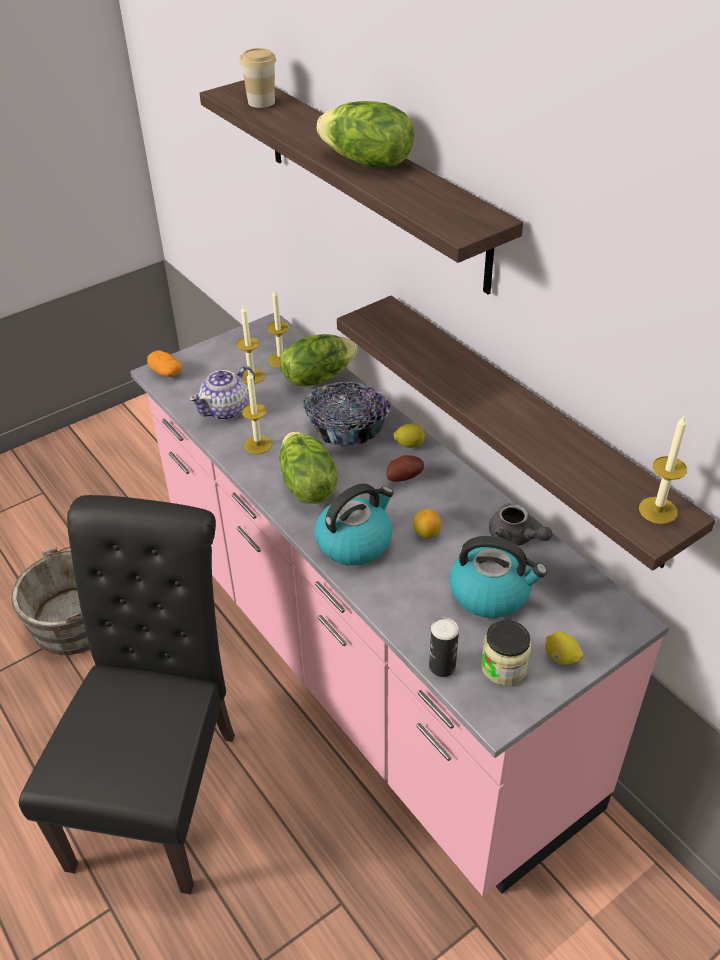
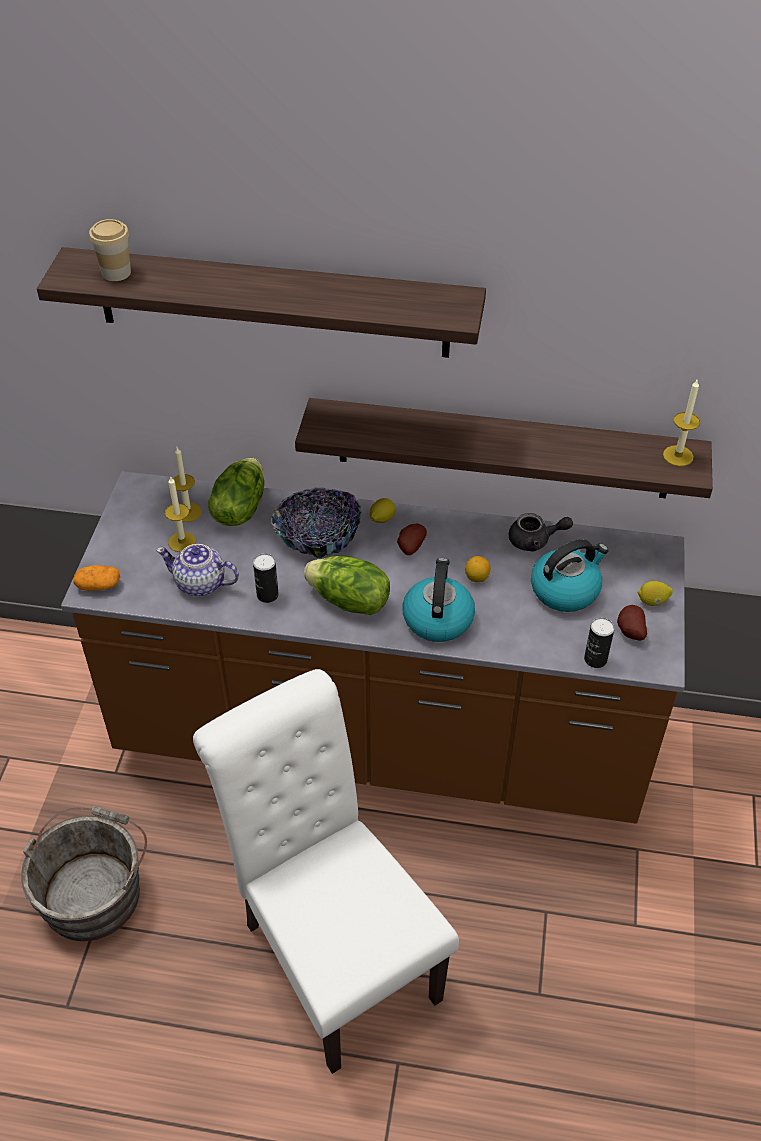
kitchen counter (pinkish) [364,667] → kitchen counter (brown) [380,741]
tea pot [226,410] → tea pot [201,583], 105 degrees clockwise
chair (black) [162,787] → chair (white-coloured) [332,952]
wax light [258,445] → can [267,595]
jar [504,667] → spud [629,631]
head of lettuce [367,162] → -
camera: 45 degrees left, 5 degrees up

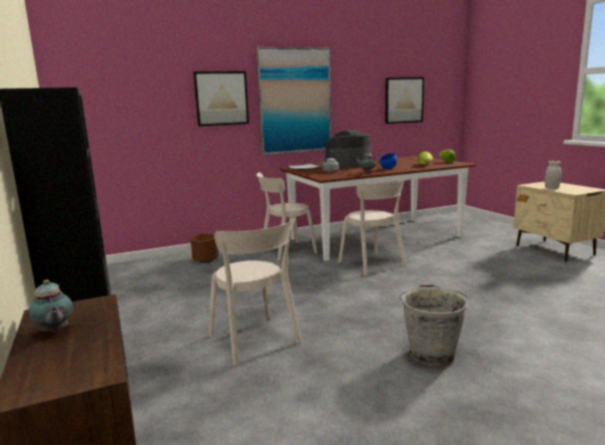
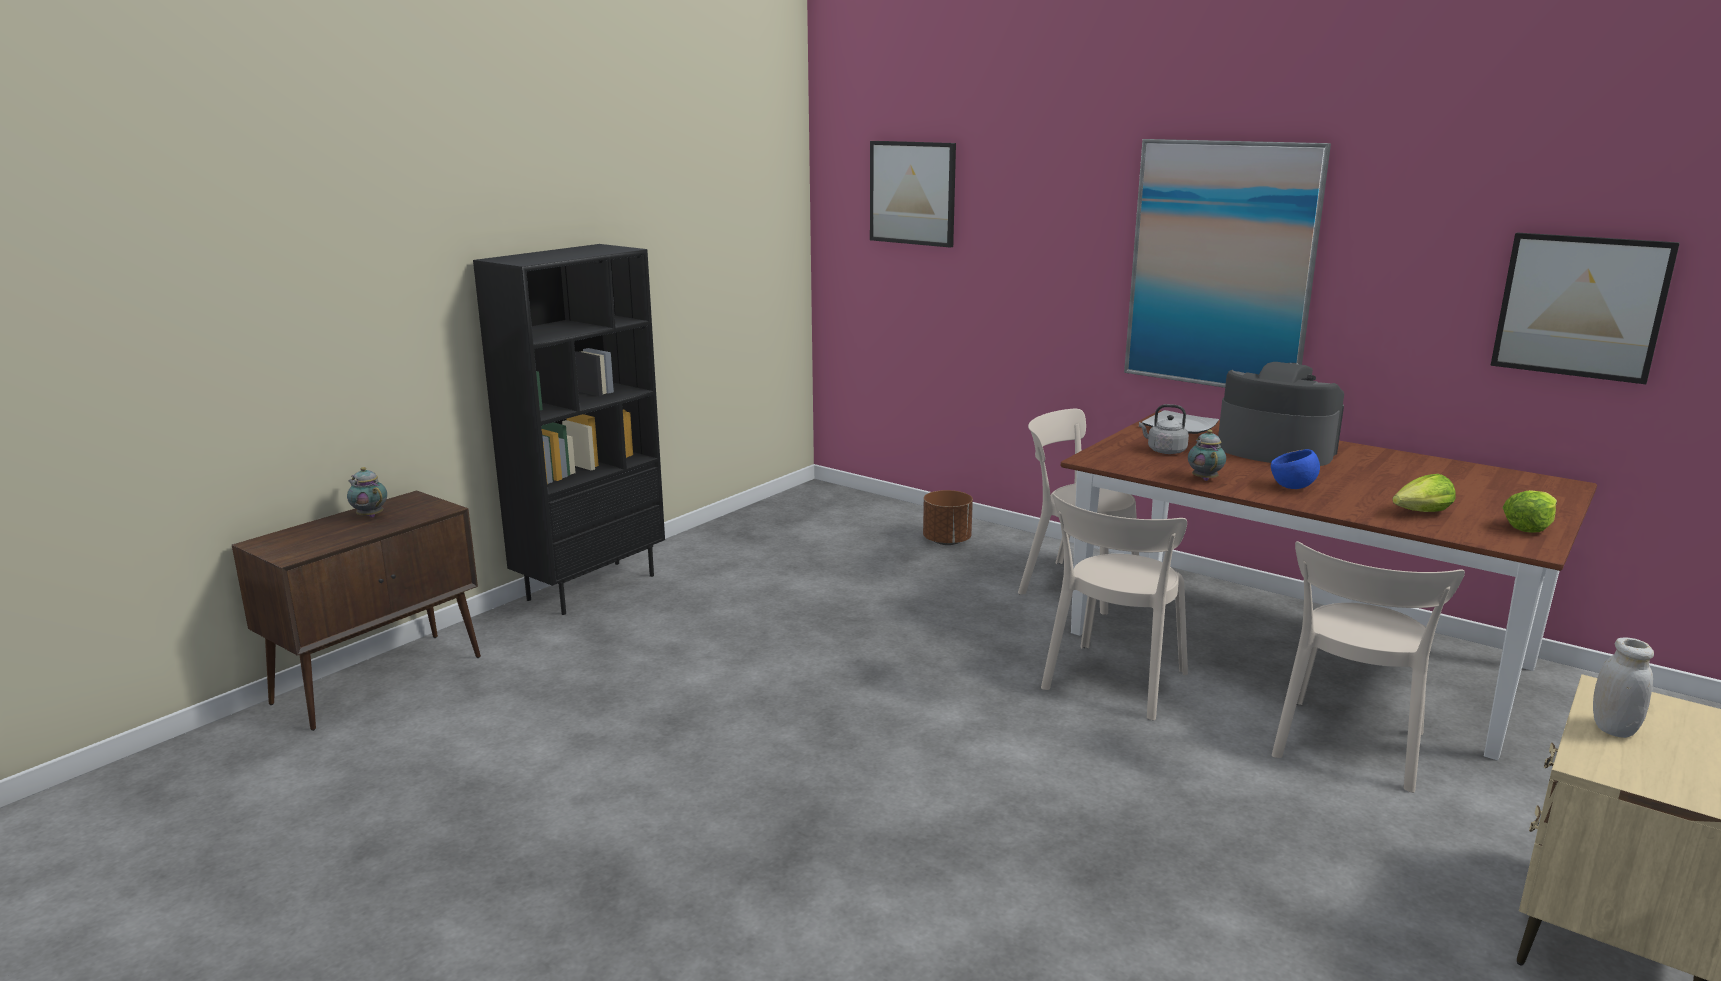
tea pot [55,331] → tea pot [370,516], 105 degrees clockwise
picture [221,98] → picture [912,193], move
chair (sand-coloured) [256,341] → chair (sand-coloured) [1347,748], move
pail (gray) [431,354] → -
camera: 60 degrees right, 5 degrees up

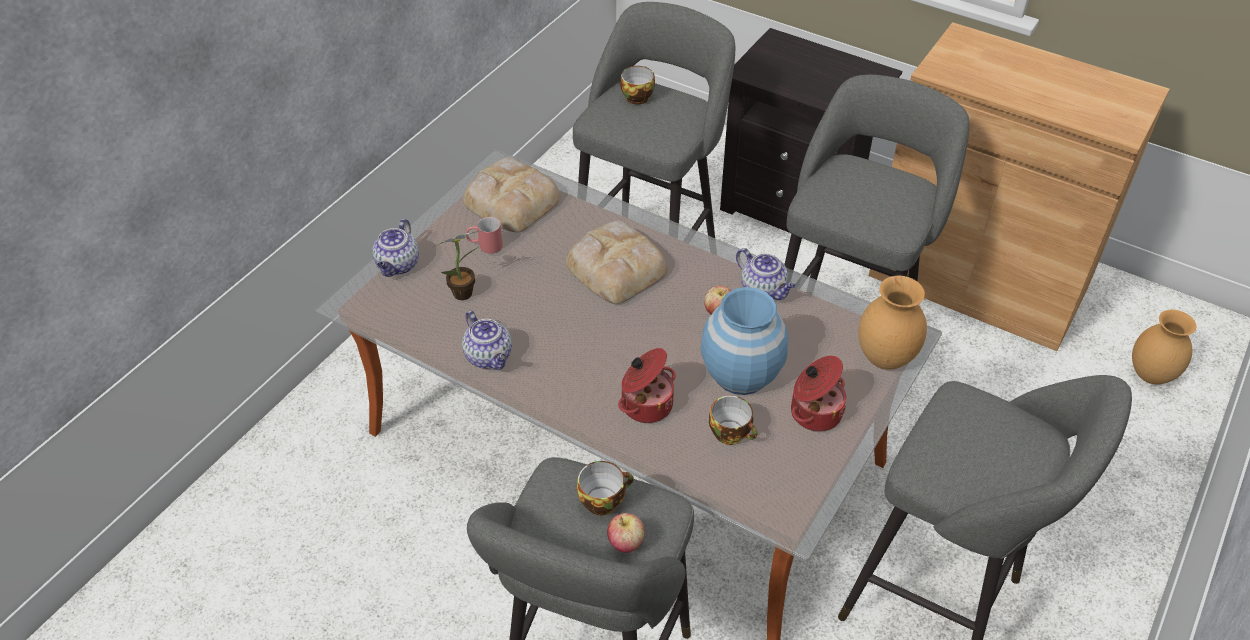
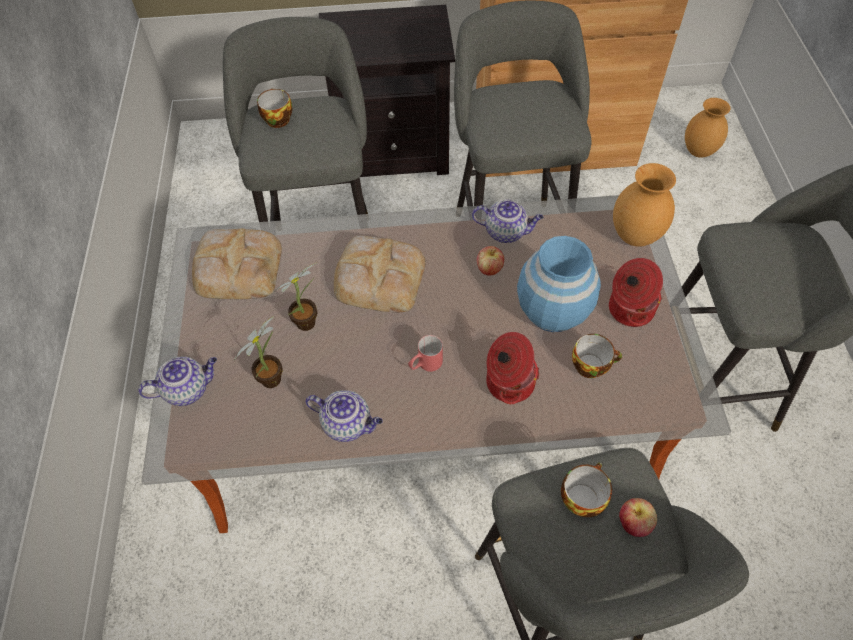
tea pot [398,265] → tea pot [188,389], 90 degrees counterclockwise
- → potted plant [309,321]
tea mug (red-coloured) [485,246] → tea mug (red-coloured) [425,365], move
camera: 35 degrees left, 10 degrees up

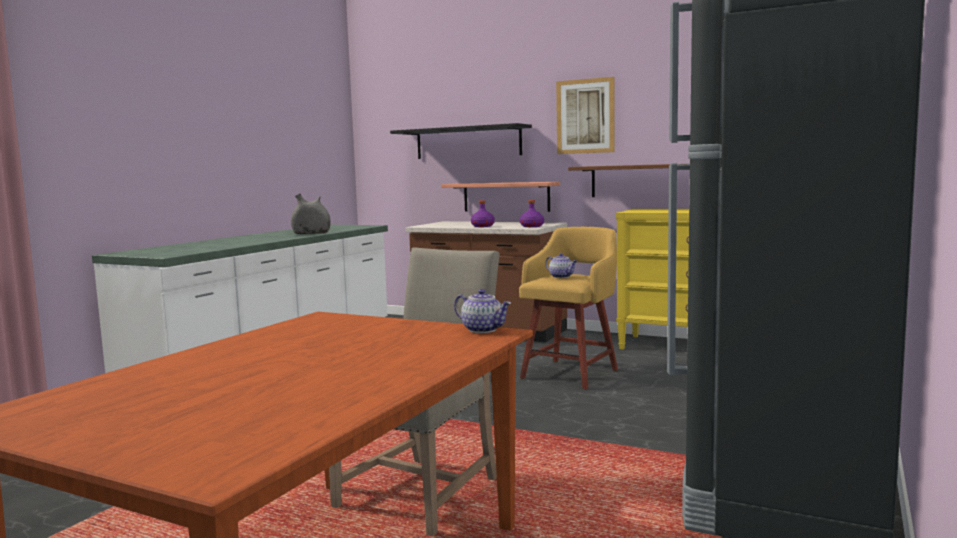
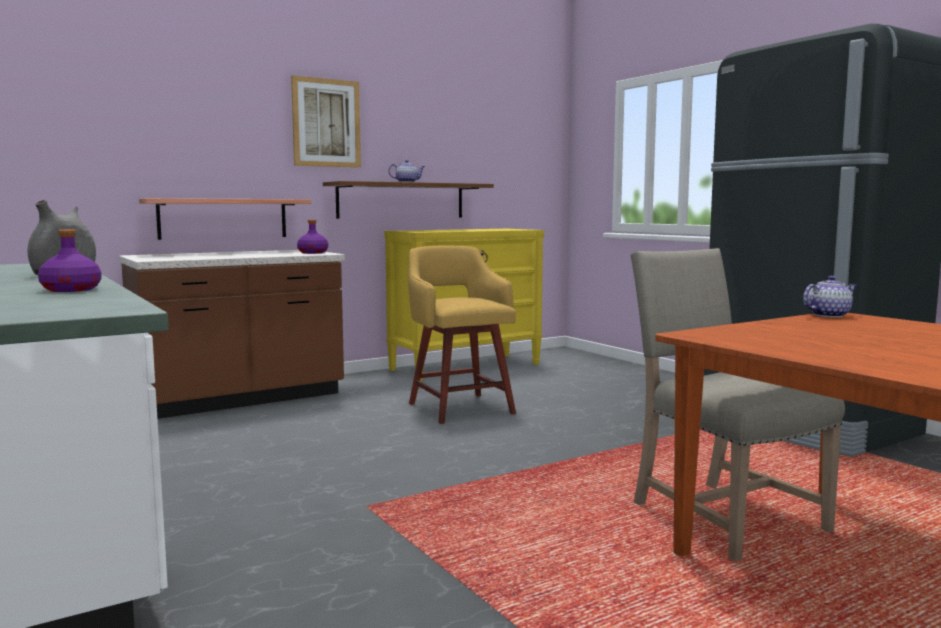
bottle (purple) [483,226] → bottle (purple) [72,290], move
tea pot [562,277] → tea pot [407,182], move
bracket shelf (black) [468,142] → -
camera: 60 degrees left, 0 degrees up

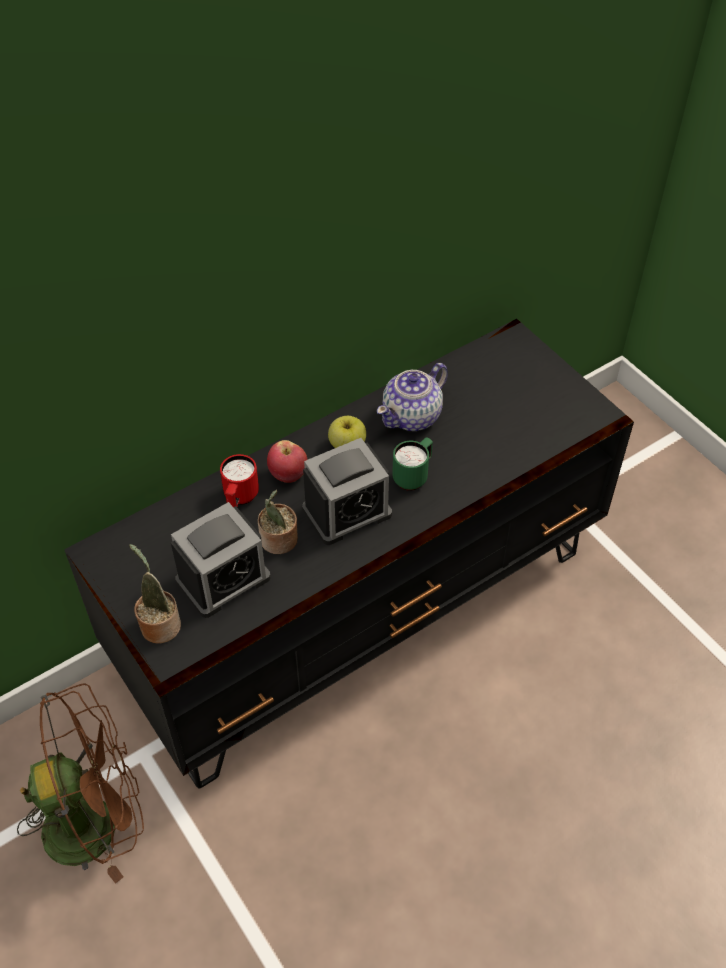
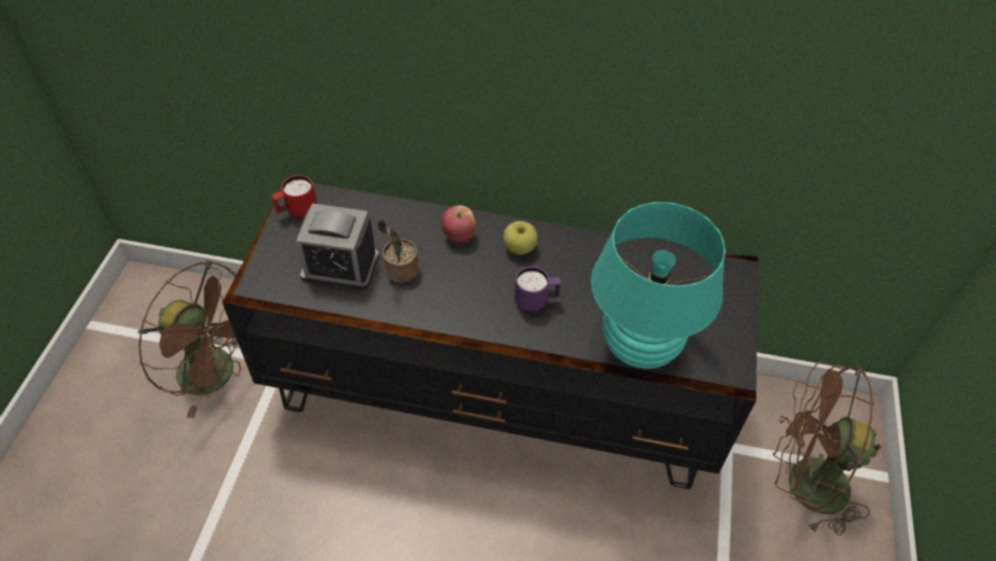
tea mug (red-coloured) [239,499] → tea mug (red-coloured) [297,212], move
tea mug (green-coloured) [413,476] → tea mug (purple) [536,302]
- → tabletop lamp (turquoise) [639,346]
- → fan (brown) [803,485]
potted plant [159,624] → -
alarm clock [347,512] → -
tea pot [412,416] → -
camera: 45 degrees right, 0 degrees up

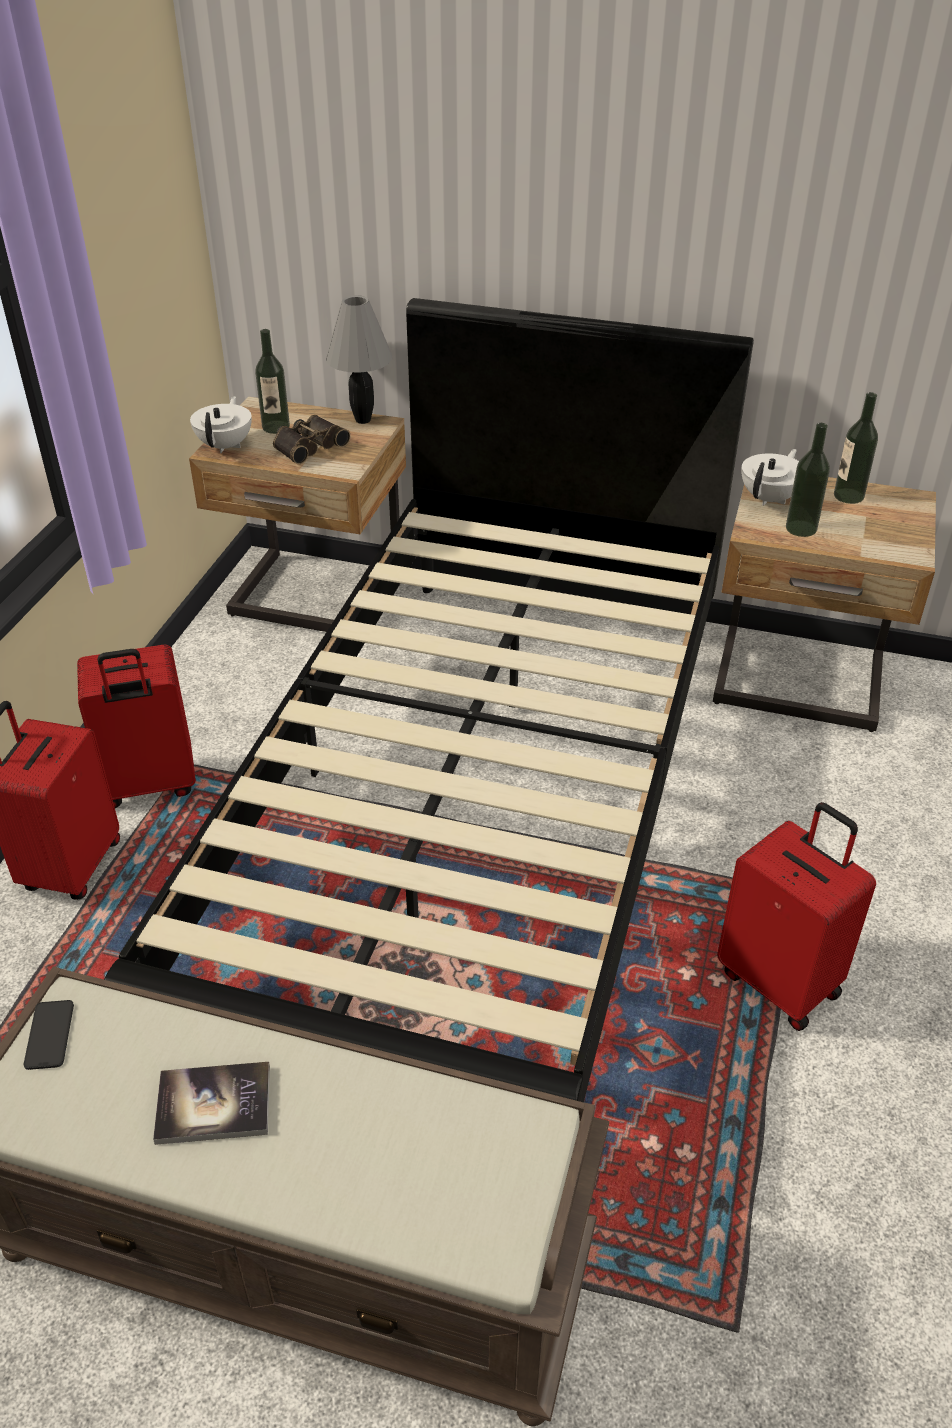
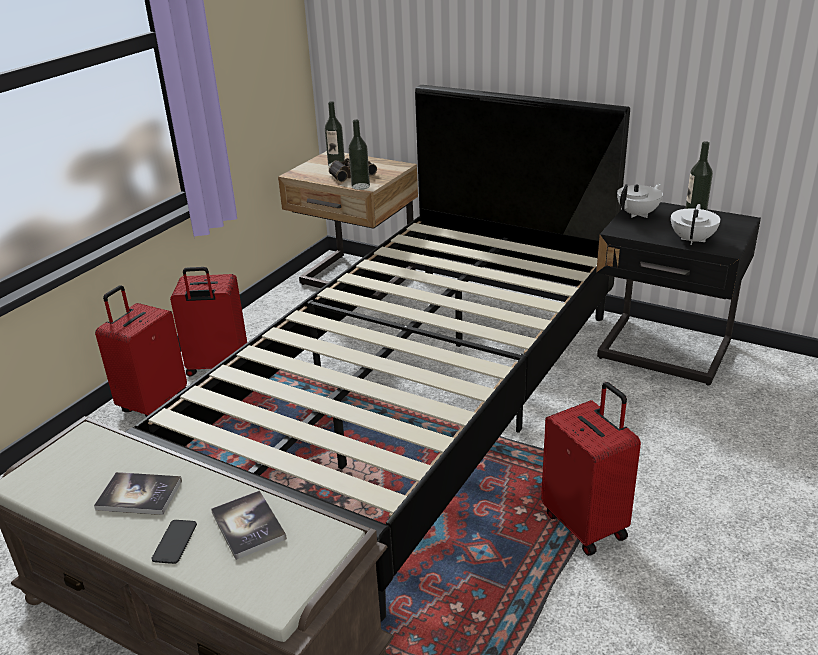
handset [49,1035] → handset [175,542], move
- → book [248,526]
bottle [801,528] → bottle [360,186], move
nightstand (sand-coloured) [799,684] → nightstand (black) [664,353]
tea pot (white-coloured) [226,445] → tea pot (white-coloured) [692,240], move
tabletop lamp (gray) [362,420] → -
camera: 15 degrees right, 10 degrees down

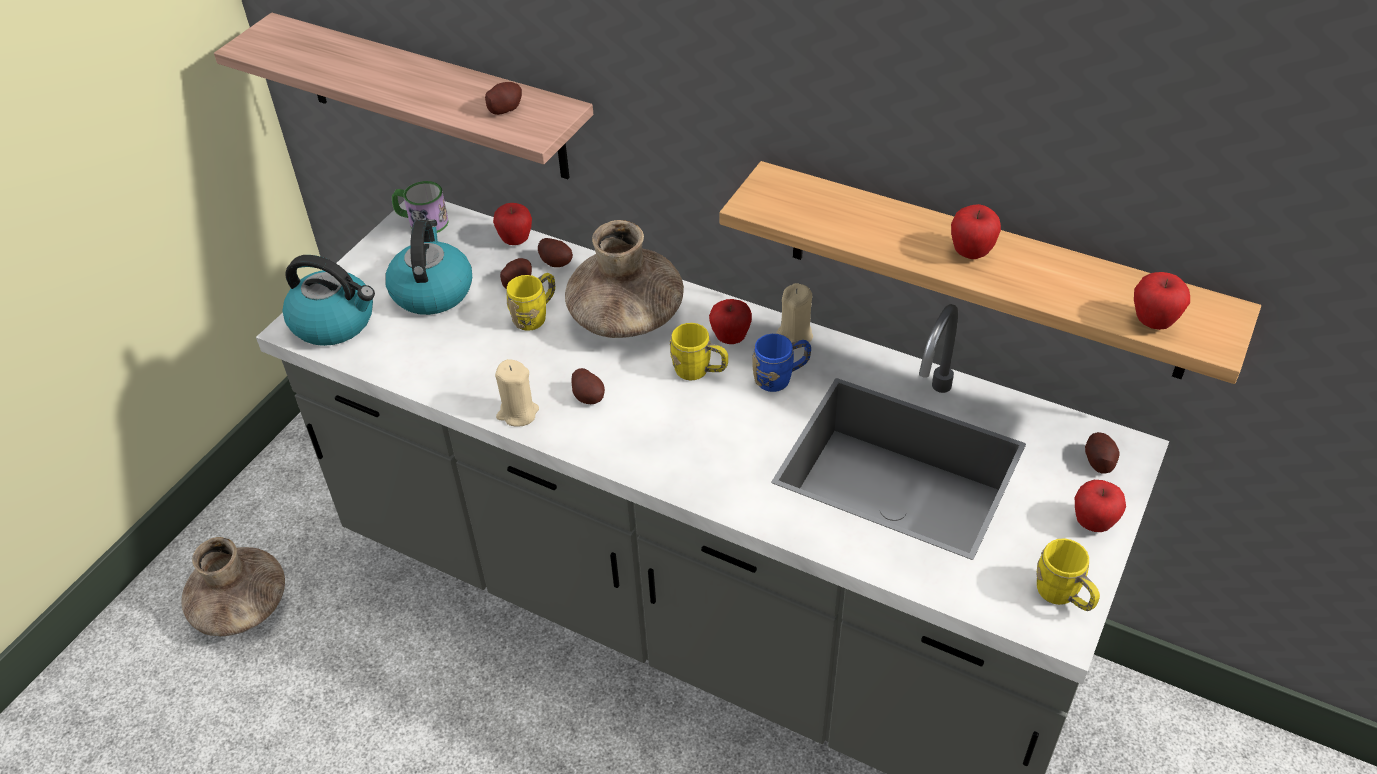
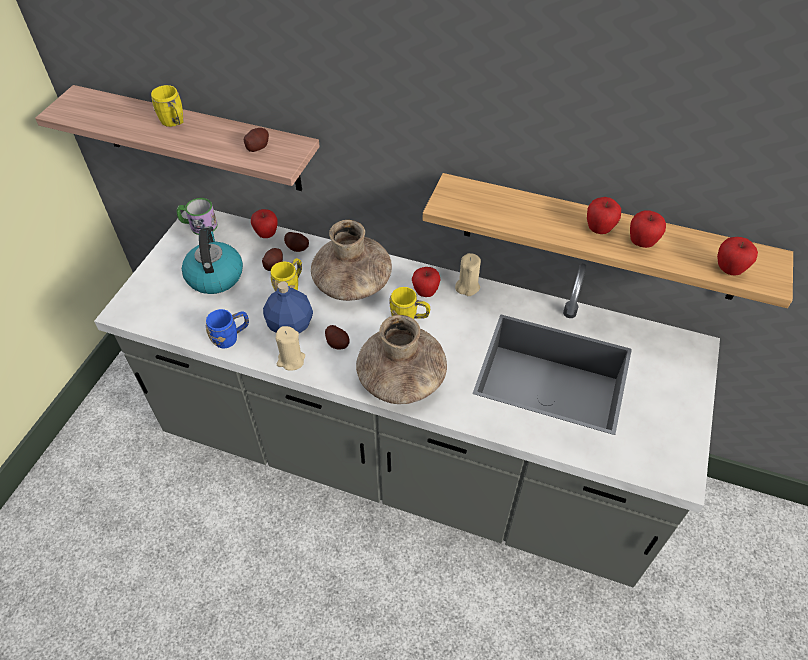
tea mug (yellowish) [1063,596] → tea mug (yellowish) [175,123], move
tea mug (blue) [780,378] → tea mug (blue) [231,337], move
- → bottle (blue) [290,325]
flower vase (brown) [241,607] → flower vase (brown) [401,379], move
apple fruit [1093,523] → apple fruit [641,243], move
water kettle [335,322] → -
spud [1099,461] → -
camera: 10 degrees left, 5 degrees up

